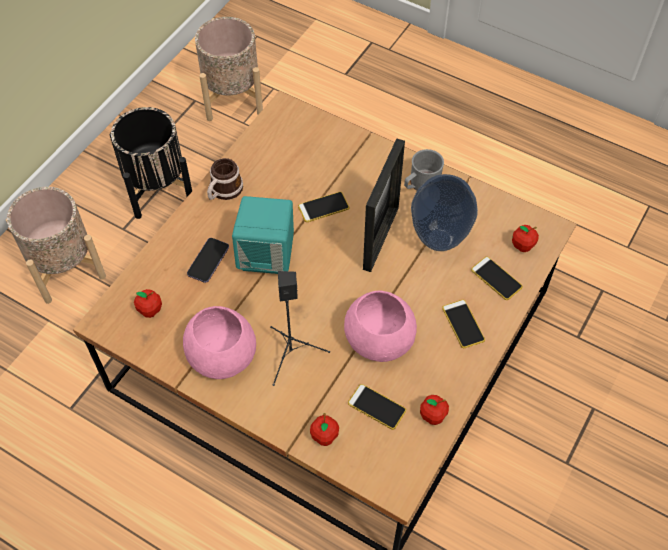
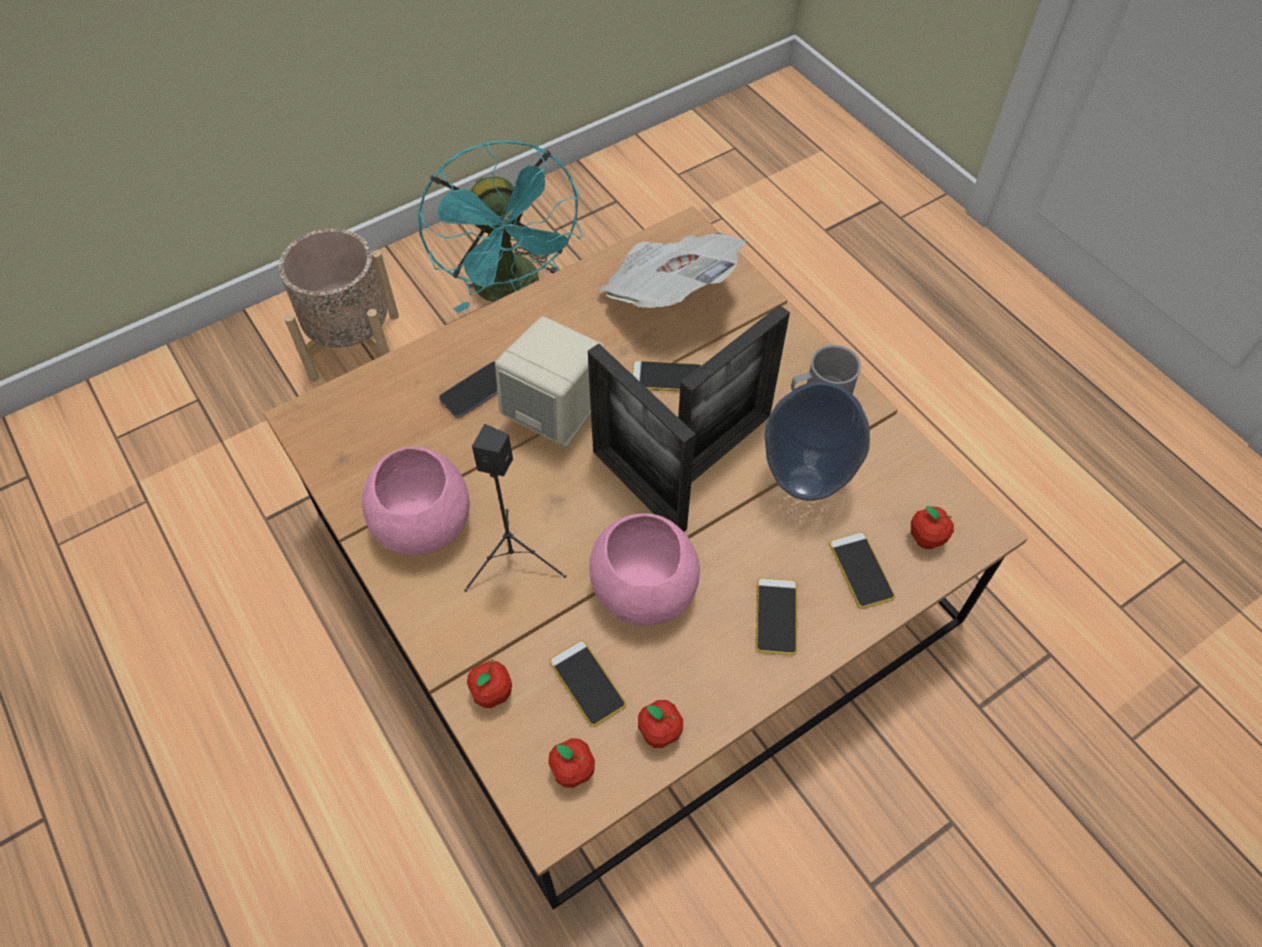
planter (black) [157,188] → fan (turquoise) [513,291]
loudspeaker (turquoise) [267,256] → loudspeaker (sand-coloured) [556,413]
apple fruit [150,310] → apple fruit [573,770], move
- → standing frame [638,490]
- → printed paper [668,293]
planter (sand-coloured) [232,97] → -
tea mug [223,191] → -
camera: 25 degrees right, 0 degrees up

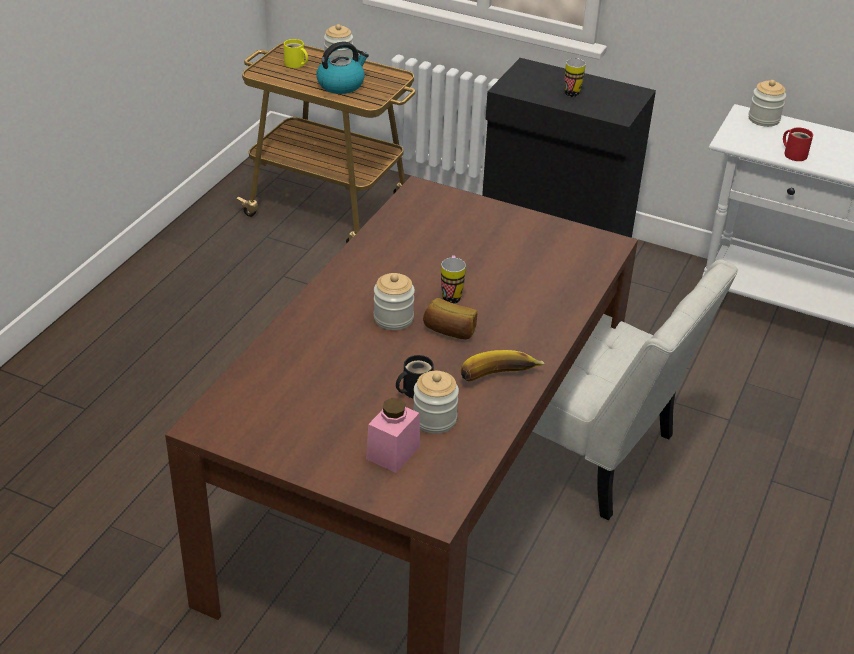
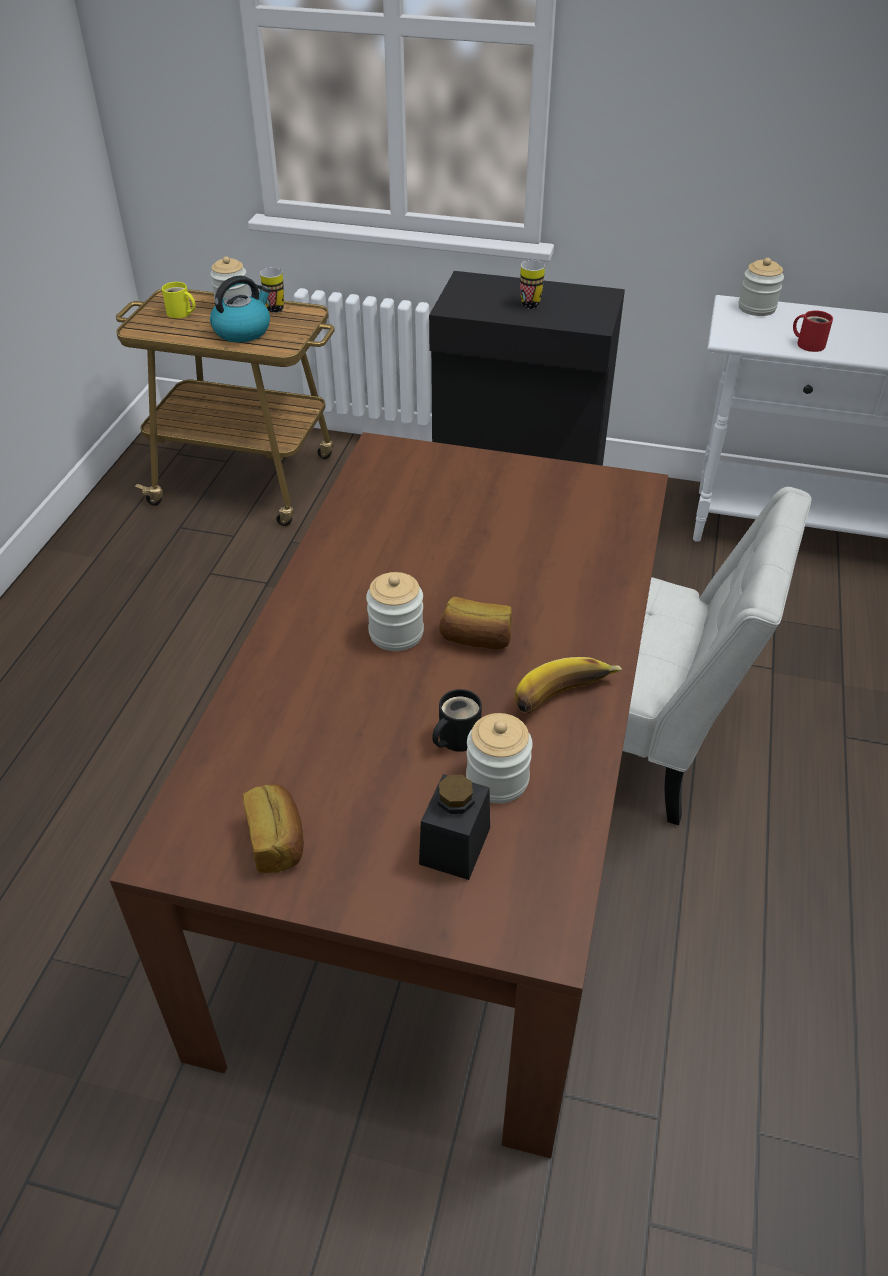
- → baked bread [277,840]
tea mug [451,295] → tea mug [275,306], move
jar (pinkish) [393,452] → jar (black) [455,845]
camera: 10 degrees left, 5 degrees up

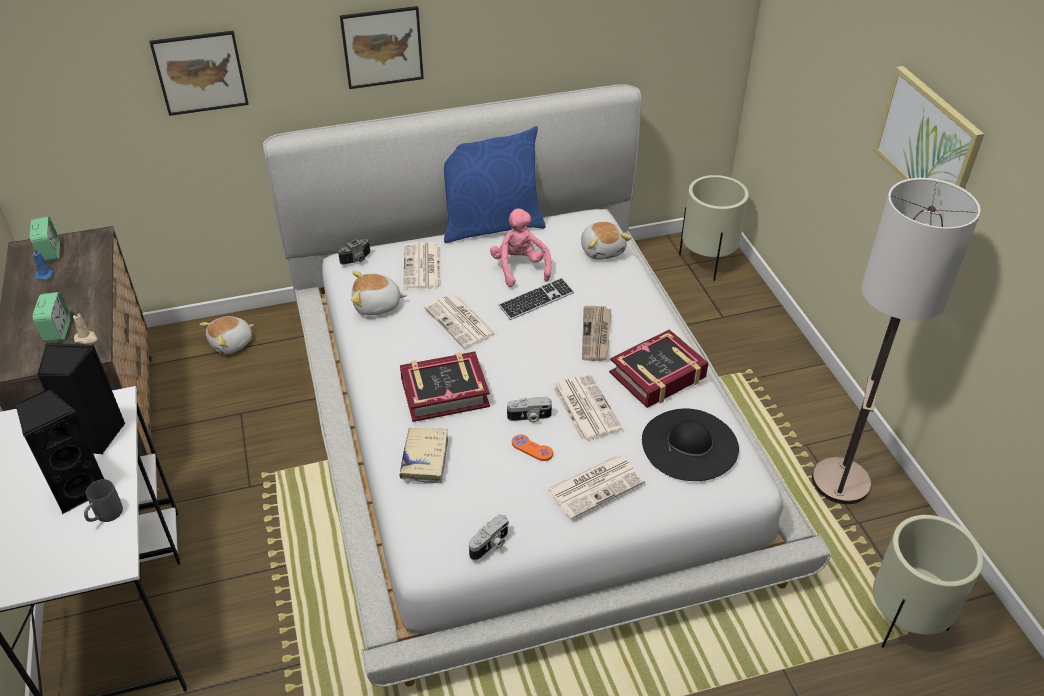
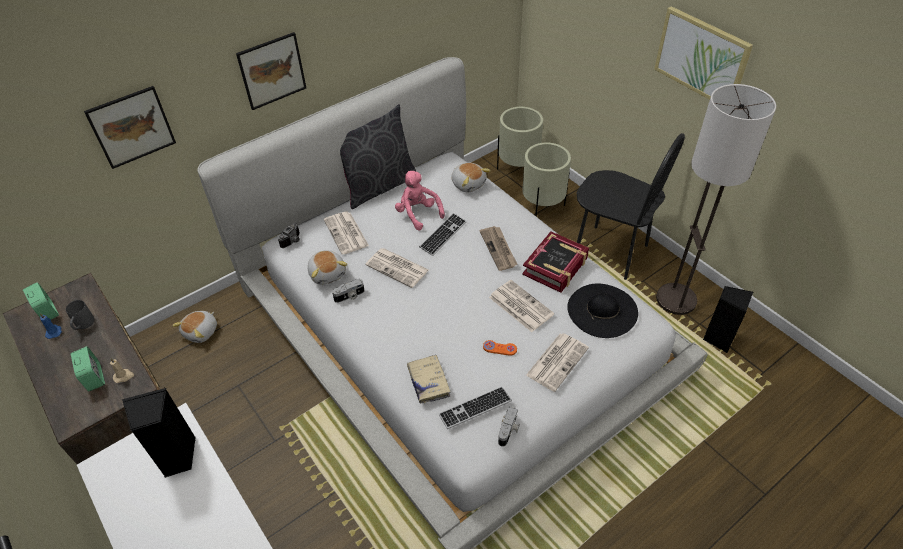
tea mug (gray) [105,516] → tea mug (gray) [83,325], move
soft toy [377,305] → soft toy [328,273], 90 degrees counterclockwise
still camera [529,417] → still camera [350,296], move
throw pillow (blue) [491,225] → throw pillow (gray) [379,186]
- → computer keyboard [475,408]
planter (sand-coloured) [903,620] → planter (sand-coloured) [542,207], move
- → chair (black) [610,251]
loudspeaker (black) [79,488] → loudspeaker (black) [718,338], move
book [444,392] → -
camera: 20 degrees left, 5 degrees up

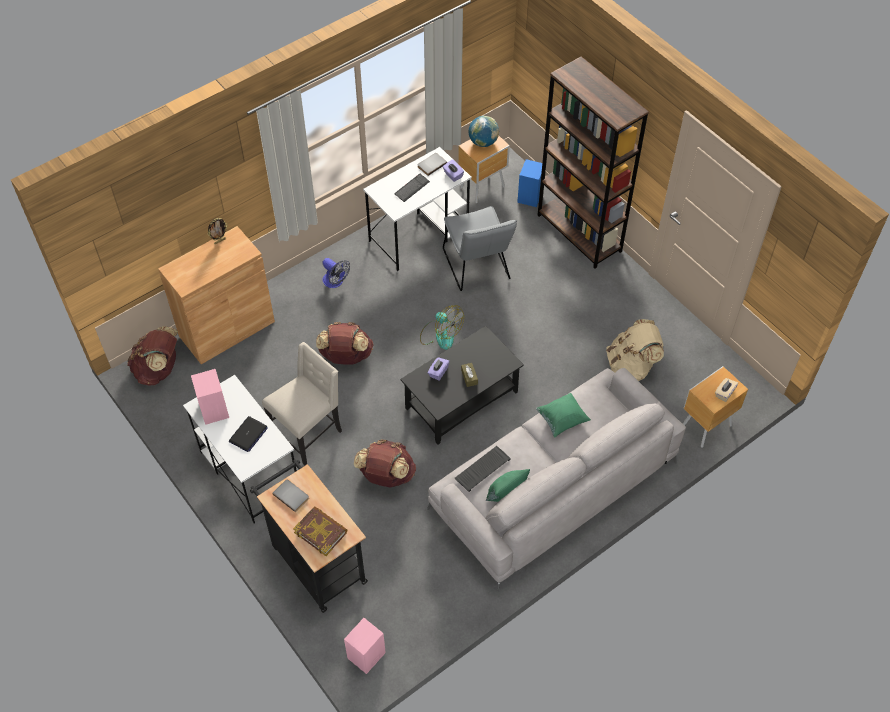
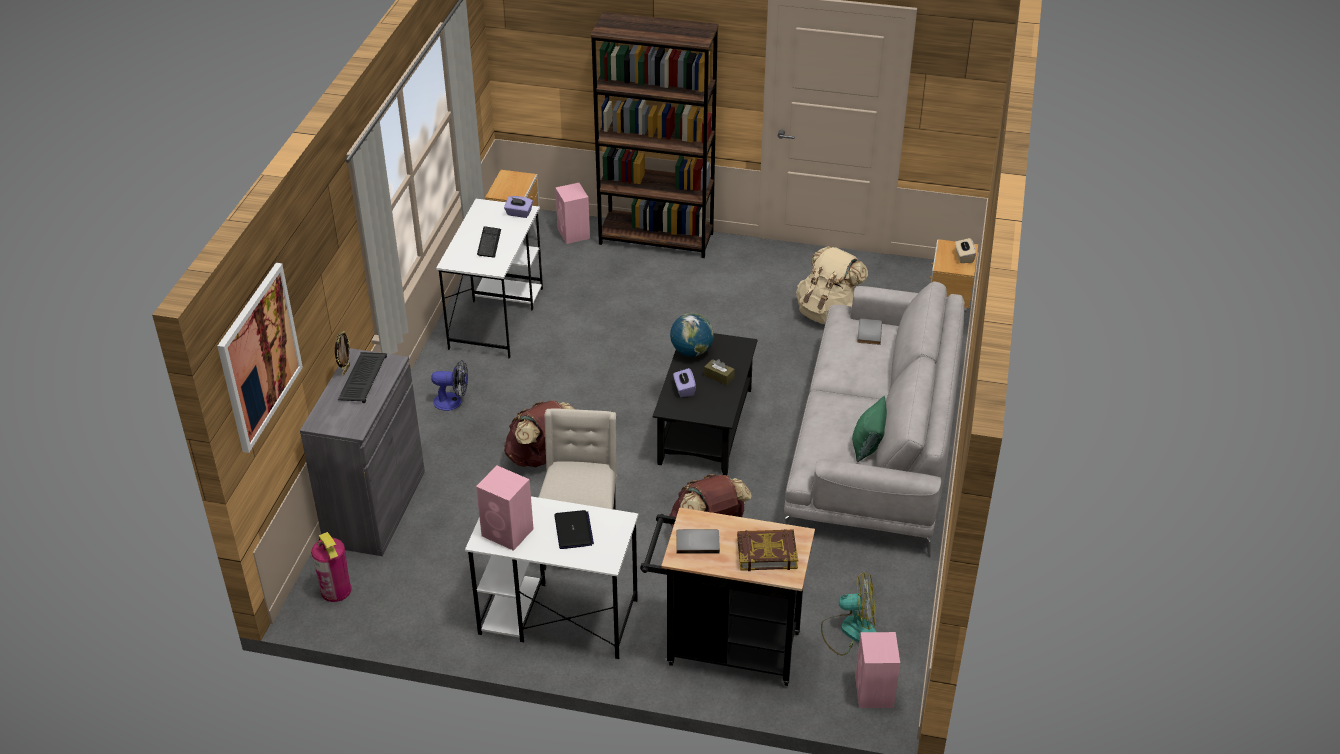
- → picture [259,356]
storage cabinet (brown) [227,329] → storage cabinet (gray) [375,508]
knapsack (brown) [159,370] → extinguisher [336,590]
computer keyboard [482,468] → computer keyboard [362,378], move
loudspeaker (blue) [529,197] → loudspeaker (pinkish) [574,234]
globe [483,142] → globe [691,351], move
fan [440,334] → fan [849,630], move
book (gray) [431,164] → book (gray) [868,333], move
chair (gray) [477,268] → -
throw pillow (green-coloured) [561,420] → -
camera: 40 degrees left, 15 degrees down

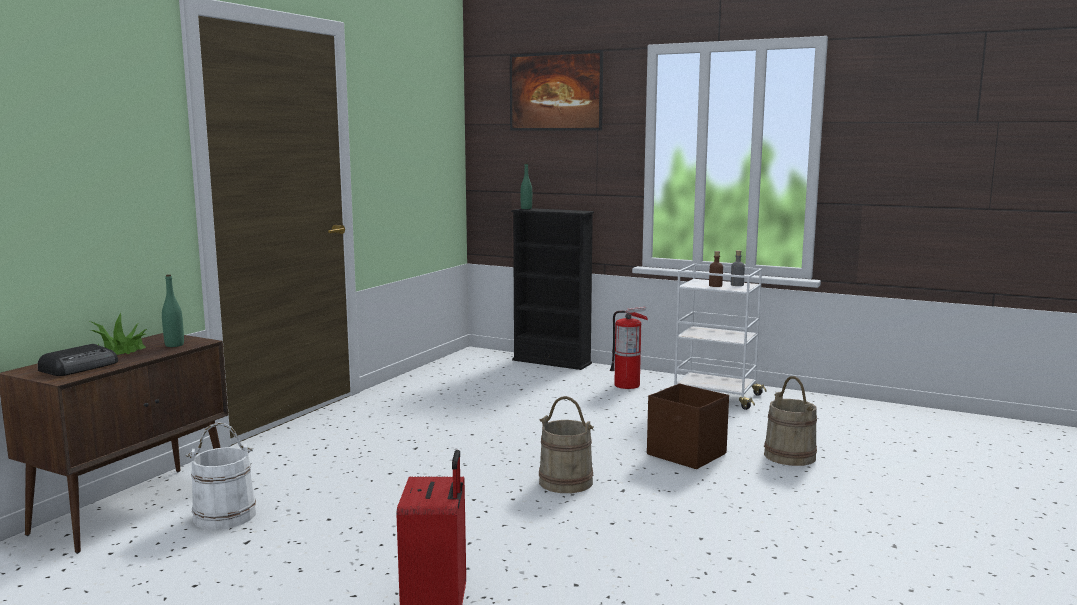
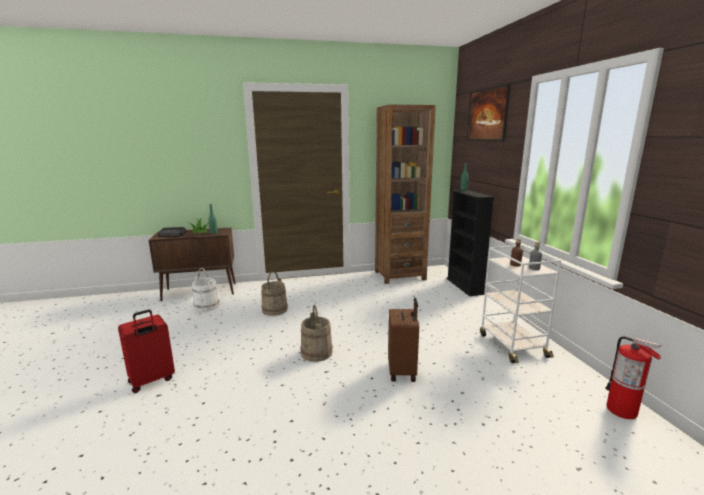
pail (sand-coloured) [789,456] → pail (sand-coloured) [274,310], move
- → bookcase (brown) [399,275]
storage box (brown) [687,454] → piece of luggage (brown) [403,371]
extinguisher [627,385] → extinguisher [622,410], move
camera: 50 degrees right, 5 degrees up

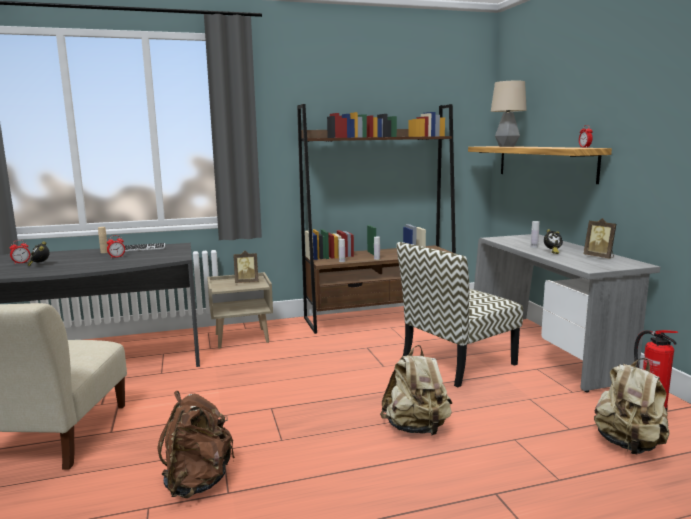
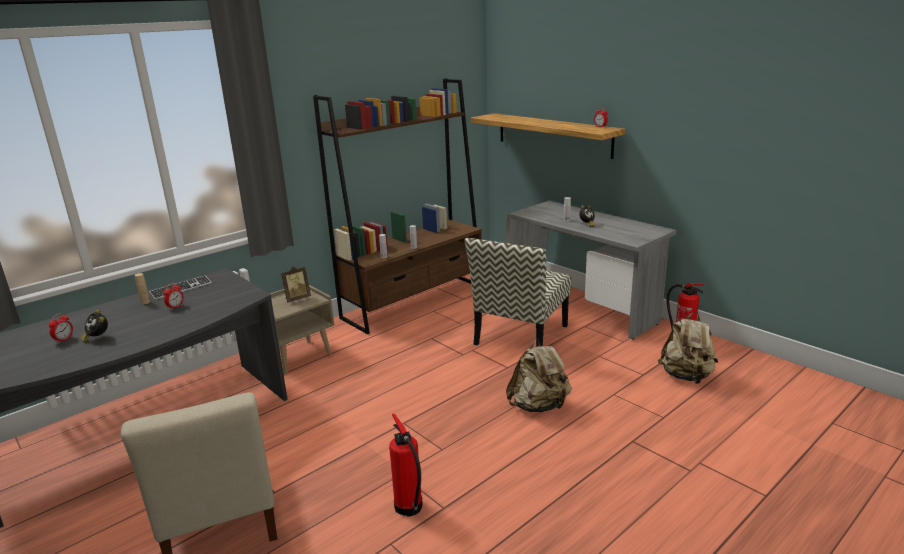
knapsack (brown) [198,482] → extinguisher [409,508]
tabletop lamp [506,146] → -
standing frame [599,257] → -
camera: 25 degrees left, 10 degrees up

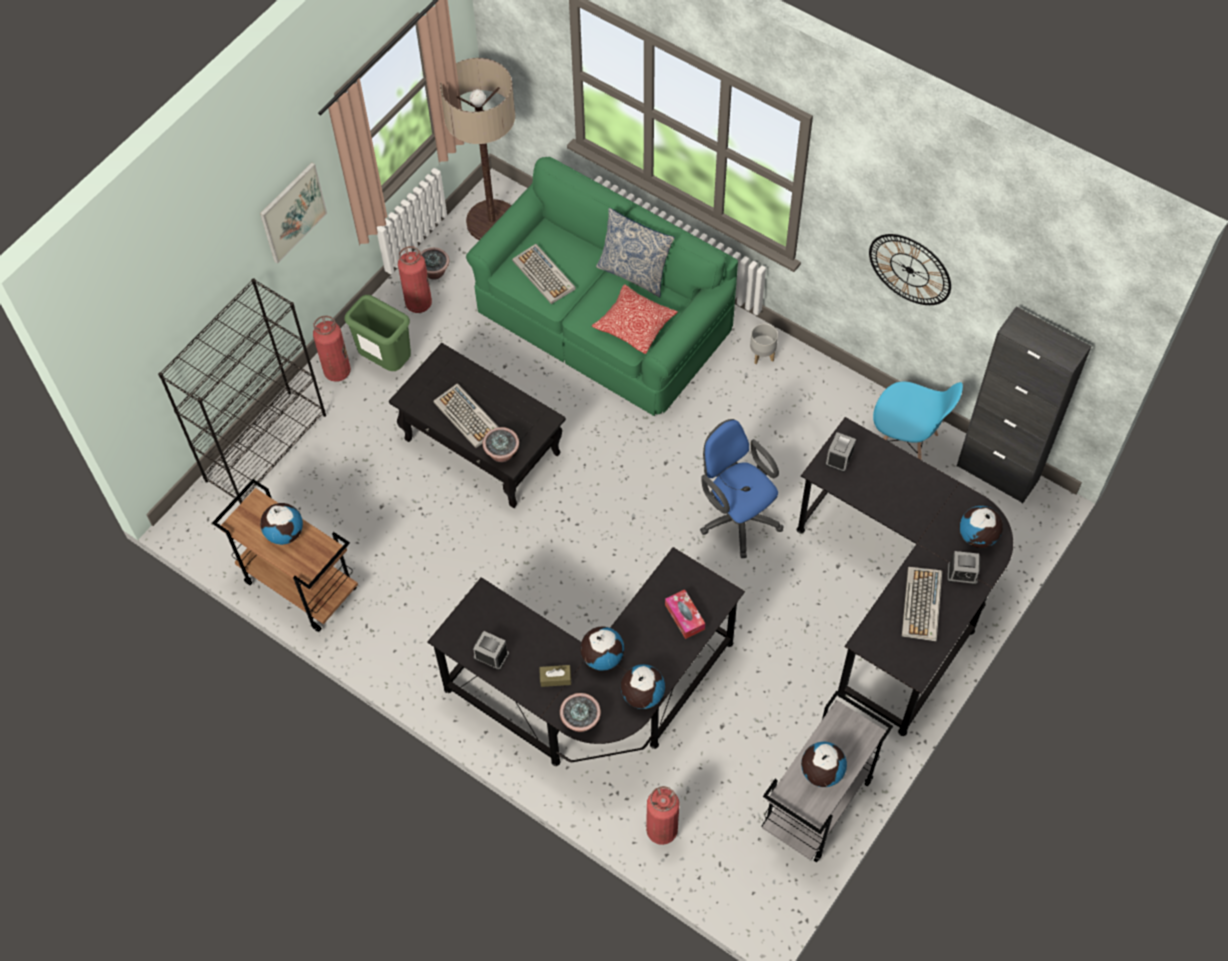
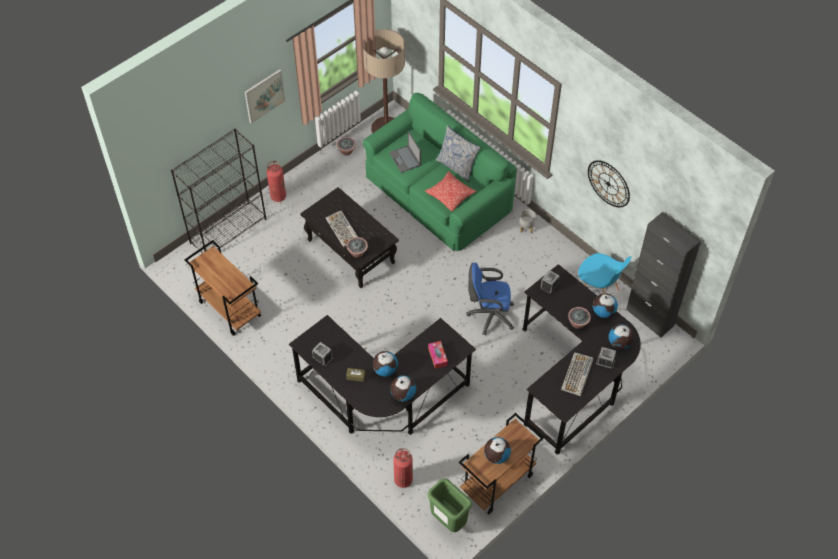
computer keyboard [544,275] → notebook computer [405,159]
waste bin (green-coloured) [385,361] → waste bin (green-coloured) [448,520], move
wheeled cart (gray) [817,805] → wheeled cart (brown) [497,483]
office chair (blue) [736,517] → office chair (blue) [489,315], 60 degrees counterclockwise
potted plant [580,721] → potted plant [578,323], move
globe [285,533] → globe [603,312], move
extinguisher [418,303] → -
camera: 10 degrees right, 5 degrees down

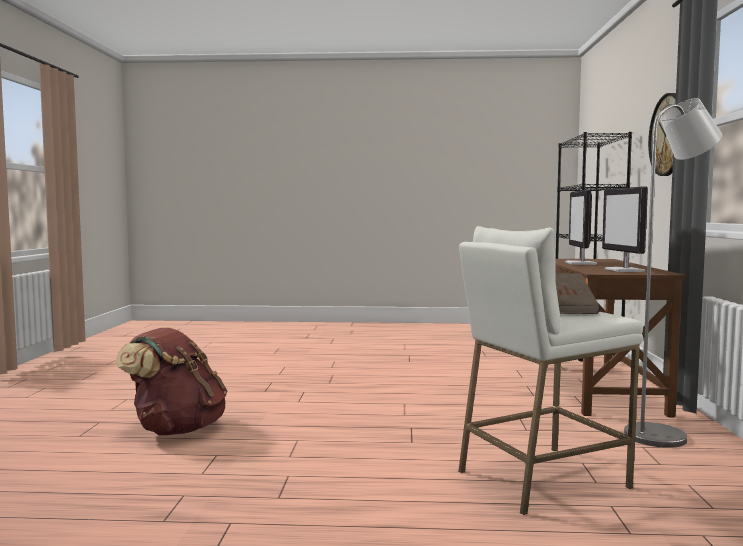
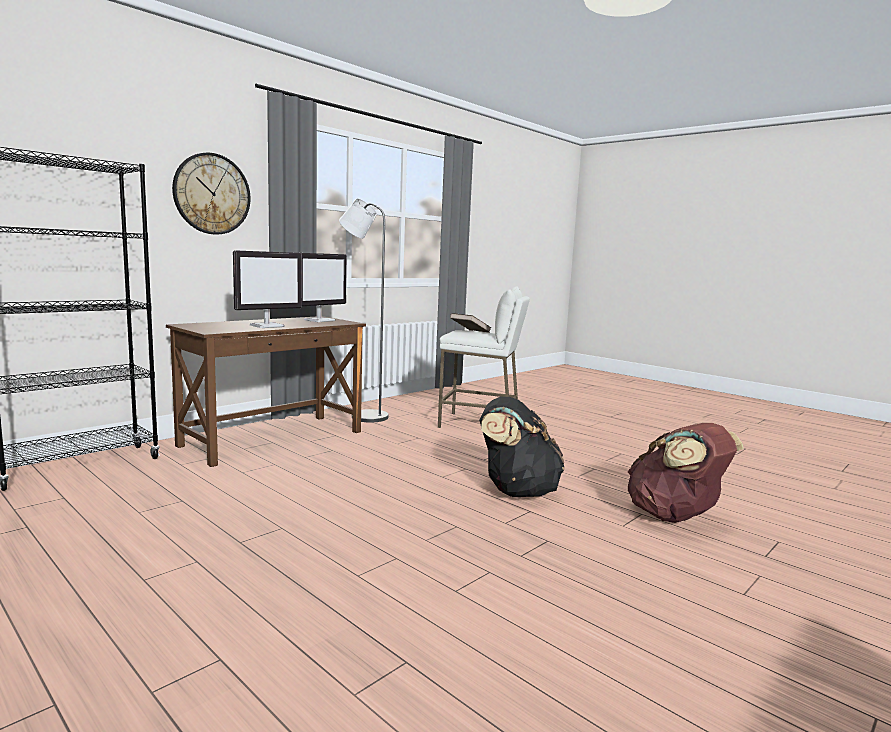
- → knapsack (black) [517,491]
camera: 140 degrees left, 5 degrees up

